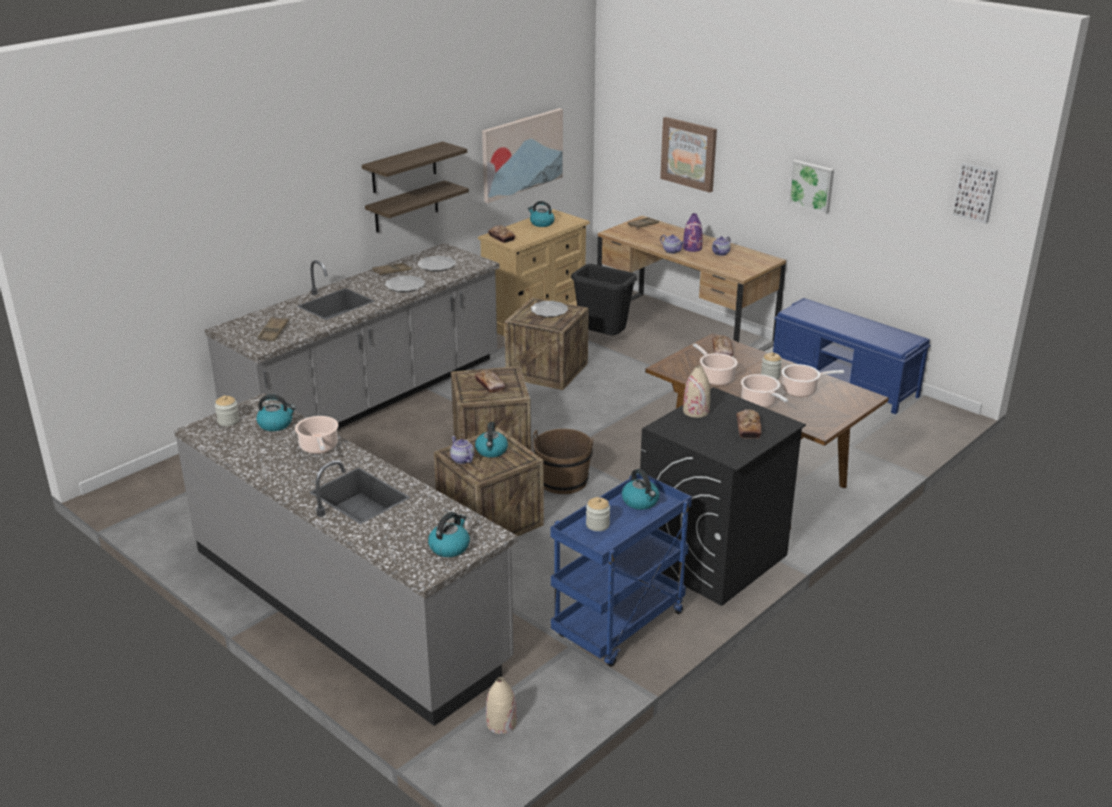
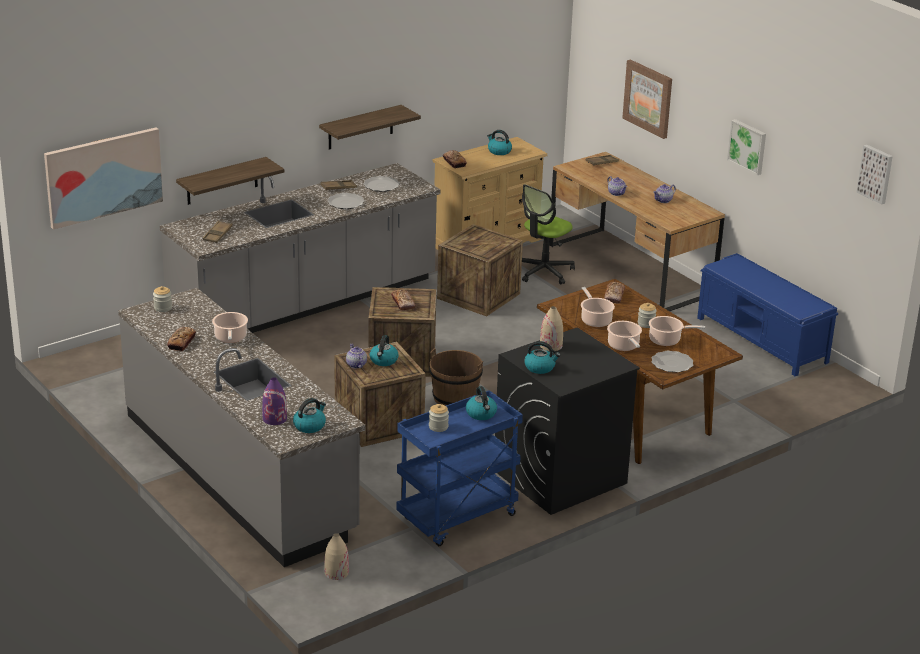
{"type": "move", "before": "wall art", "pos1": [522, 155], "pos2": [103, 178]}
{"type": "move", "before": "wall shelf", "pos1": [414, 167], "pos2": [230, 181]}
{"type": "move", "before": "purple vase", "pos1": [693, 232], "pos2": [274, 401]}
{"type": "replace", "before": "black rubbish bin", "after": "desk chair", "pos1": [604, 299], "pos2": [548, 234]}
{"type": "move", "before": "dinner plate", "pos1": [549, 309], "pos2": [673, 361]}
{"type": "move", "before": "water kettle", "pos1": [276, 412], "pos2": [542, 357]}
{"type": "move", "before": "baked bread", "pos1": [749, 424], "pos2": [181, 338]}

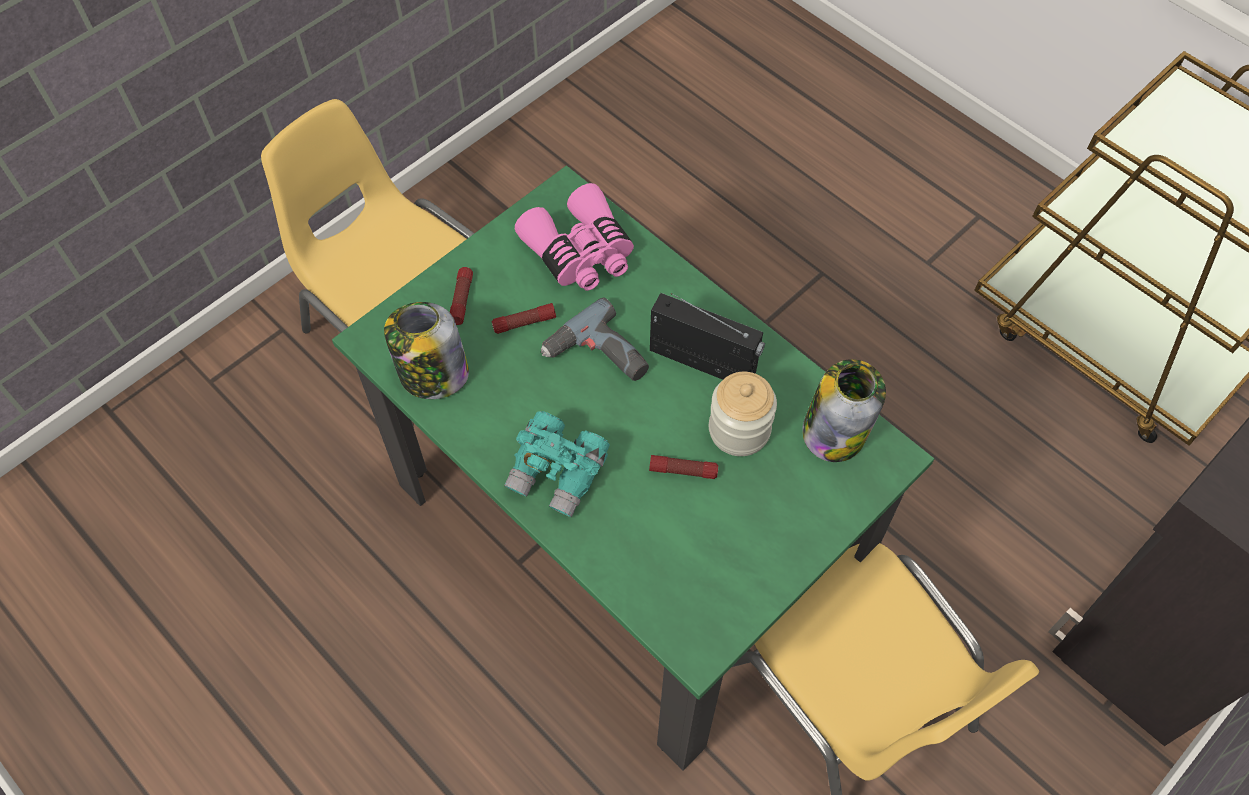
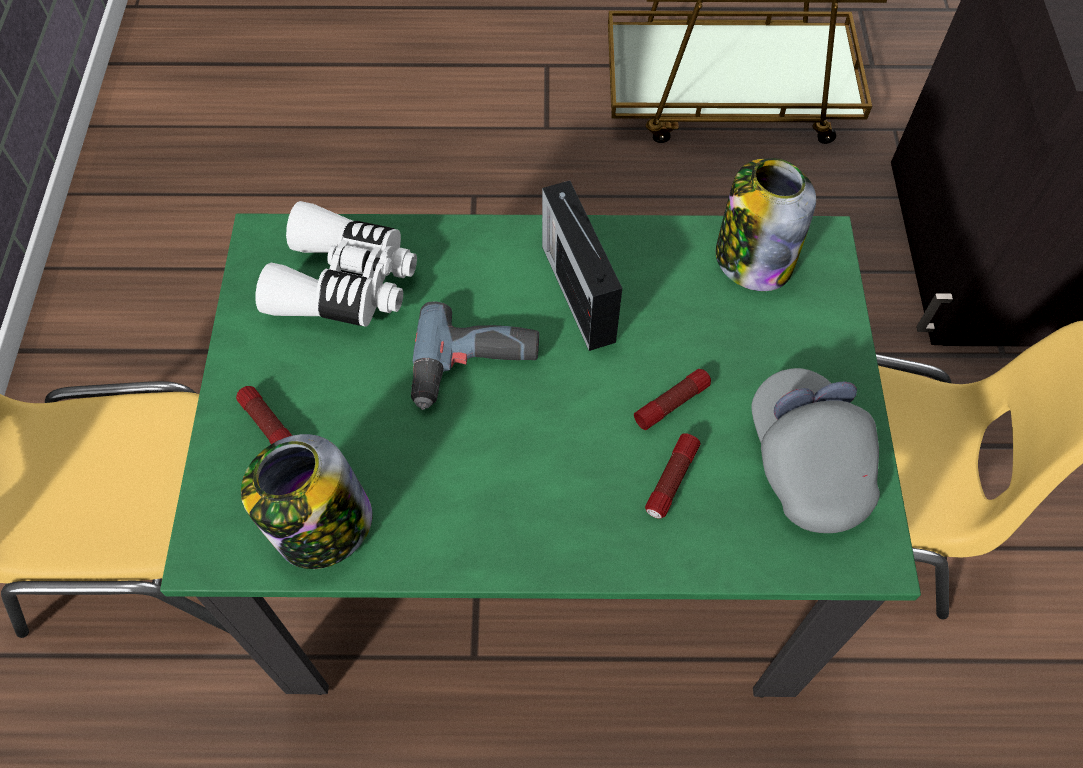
{"type": "recolor", "before": "pinkish binoculars", "after": "whitish binoculars", "pos1": [574, 237], "pos2": [336, 264]}
{"type": "rotate", "before": "radio set", "pos1": [707, 336], "pos2": [582, 266], "turn": -90}
{"type": "move", "before": "hand torch", "pos1": [524, 318], "pos2": [673, 476]}
{"type": "delete", "before": "jar", "pos1": [743, 414]}
{"type": "delete", "before": "blue-green binoculars", "pos1": [557, 464]}
{"type": "insert", "after": "gray cap", "pos2": [815, 450]}

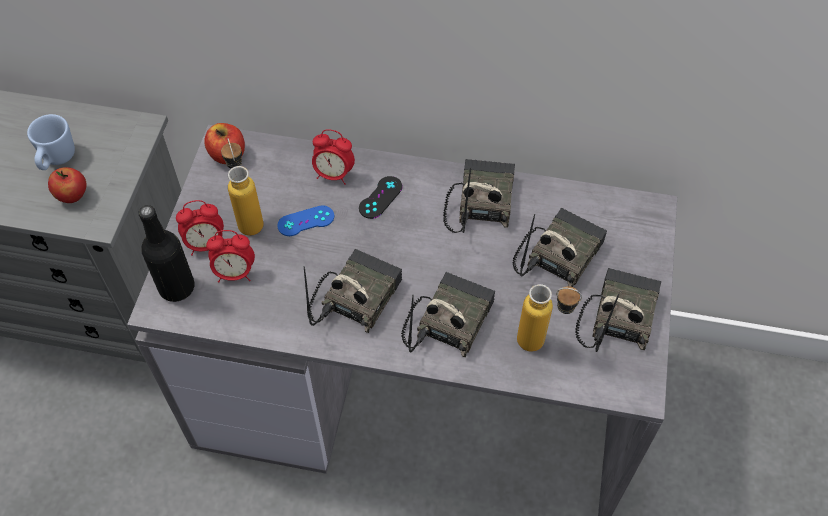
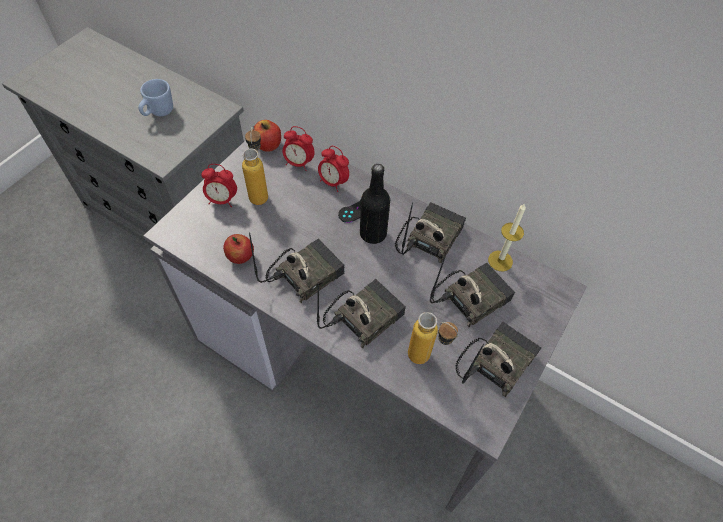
{"type": "move", "before": "apple fruit", "pos1": [67, 185], "pos2": [238, 249]}
{"type": "move", "before": "black drink bottle", "pos1": [167, 253], "pos2": [375, 204]}
{"type": "delete", "before": "bluish gamepad", "pos1": [305, 220]}
{"type": "move", "before": "alarm clock", "pos1": [230, 256], "pos2": [298, 148]}
{"type": "insert", "after": "candle", "pos2": [507, 237]}

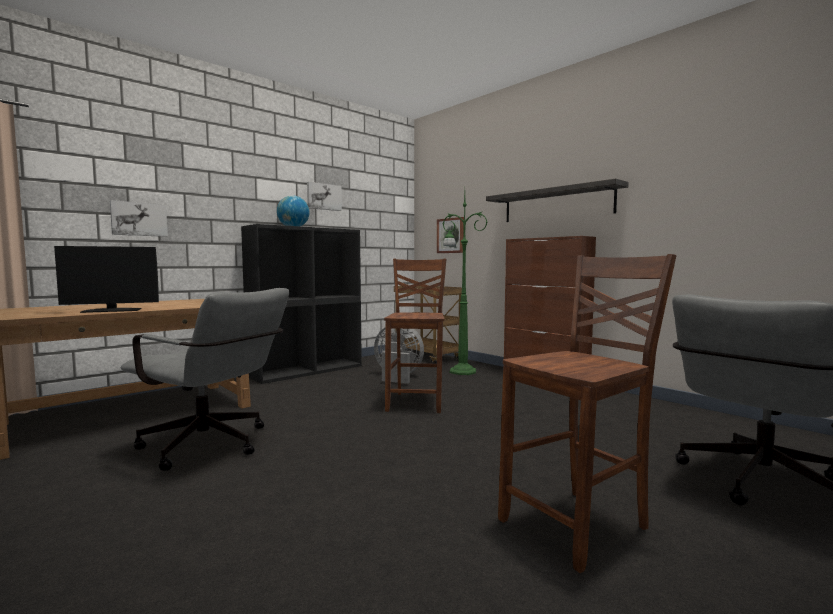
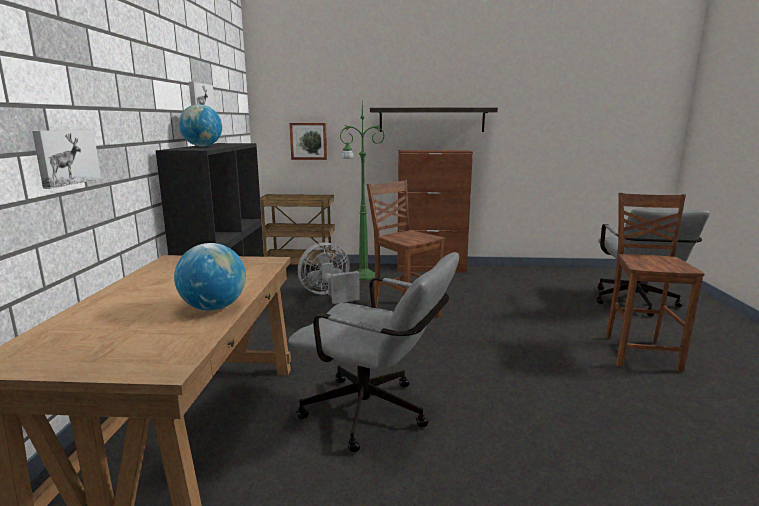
{"type": "replace", "before": "computer screen", "after": "world globe", "pos1": [106, 279], "pos2": [210, 277]}
{"type": "rotate", "before": "gray desk chair", "pos1": [204, 379], "pos2": [373, 352], "turn": 45}

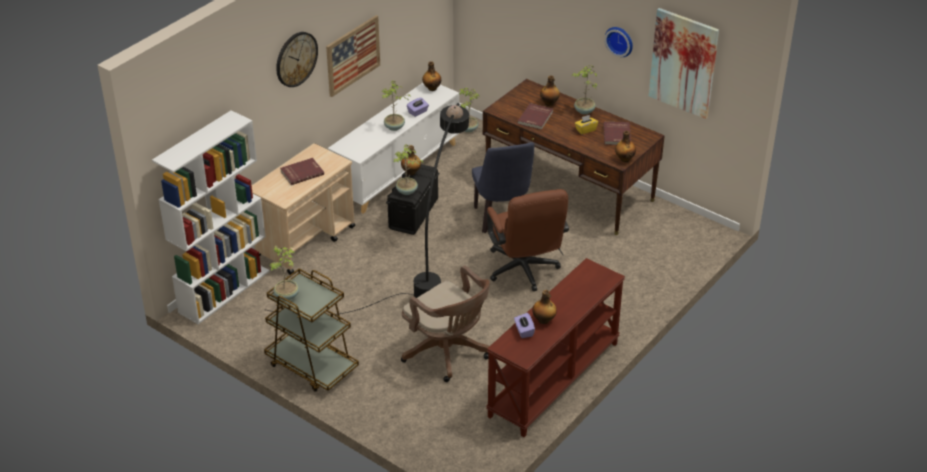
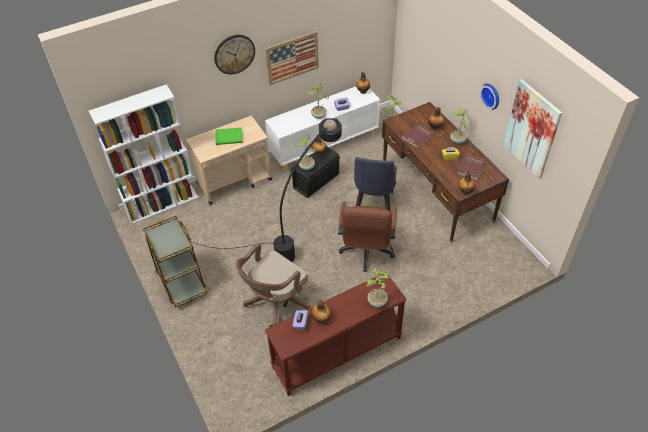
{"type": "recolor", "before": "red-coloured book", "after": "green-coloured book", "pos1": [302, 171], "pos2": [228, 136]}
{"type": "move", "before": "houseplant", "pos1": [284, 273], "pos2": [378, 287]}
{"type": "rotate", "before": "brown desk chair", "pos1": [445, 323], "pos2": [273, 285], "turn": 60}

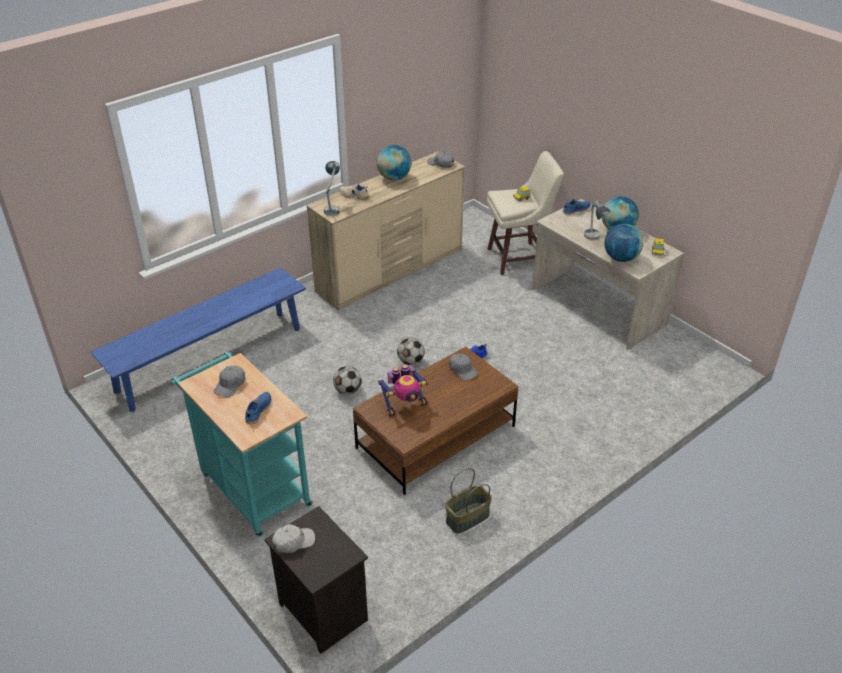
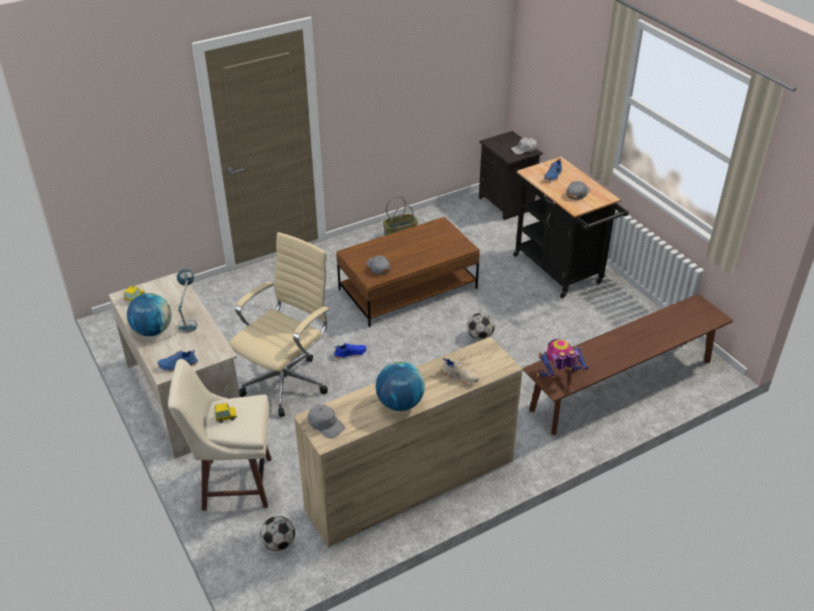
{"type": "delete", "before": "table lamp", "pos1": [332, 188]}
{"type": "delete", "before": "world globe", "pos1": [623, 243]}
{"type": "recolor", "before": "bluish bench", "after": "brown bench", "pos1": [198, 339], "pos2": [627, 364]}
{"type": "move", "before": "football ball", "pos1": [411, 351], "pos2": [277, 533]}
{"type": "recolor", "before": "blue-green trolley", "after": "black trolley", "pos1": [242, 444], "pos2": [571, 227]}
{"type": "move", "before": "robot figure", "pos1": [403, 390], "pos2": [562, 358]}
{"type": "insert", "after": "beige desk chair", "pos2": [279, 324]}

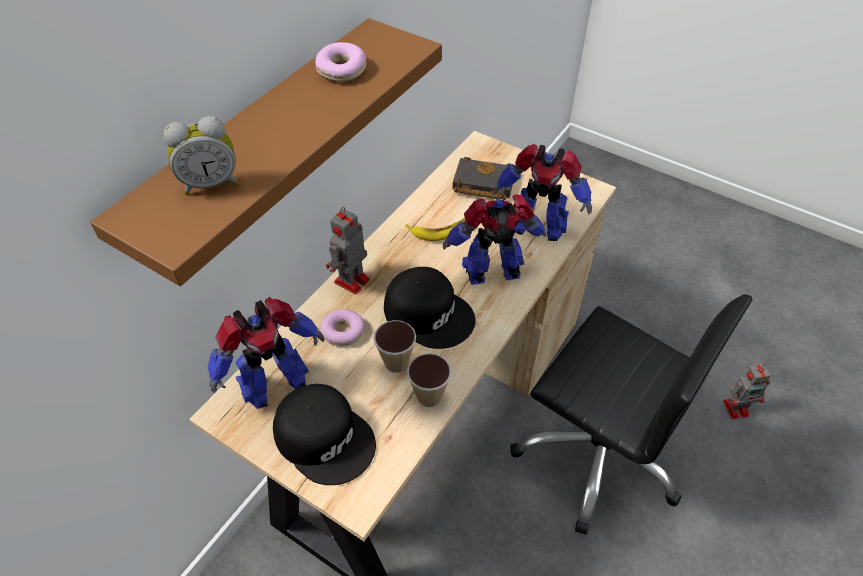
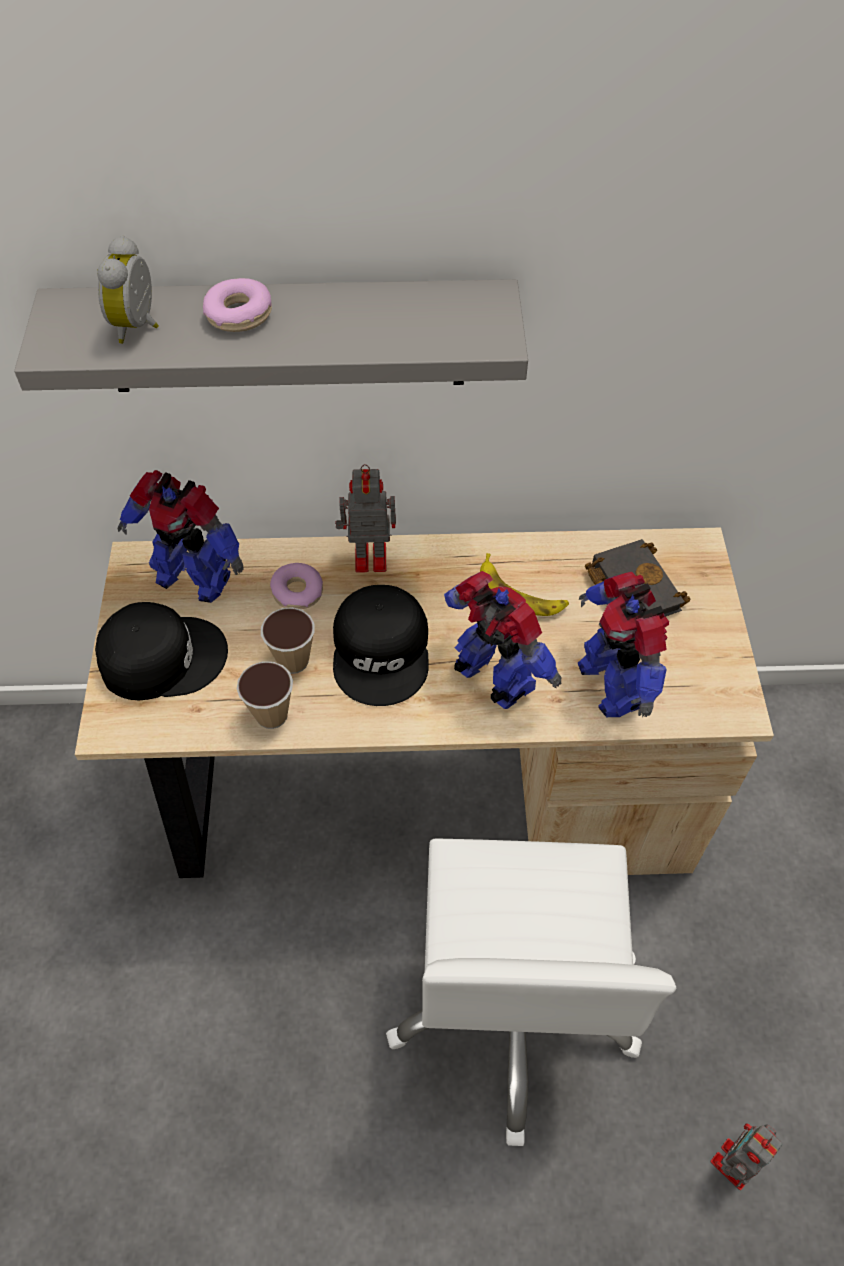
{"type": "recolor", "before": "brown wall shelf", "after": "gray wall shelf", "pos1": [266, 152], "pos2": [271, 335]}
{"type": "move", "before": "doughnut", "pos1": [340, 62], "pos2": [237, 305]}
{"type": "rotate", "before": "alarm clock", "pos1": [200, 155], "pos2": [128, 289], "turn": 60}
{"type": "recolor", "before": "black desk chair", "after": "whitish desk chair", "pos1": [631, 414], "pos2": [531, 992]}
{"type": "rotate", "before": "robot figure", "pos1": [747, 391], "pos2": [746, 1156], "turn": 90}
{"type": "rotate", "before": "black cap", "pos1": [324, 434], "pos2": [161, 651], "turn": -105}

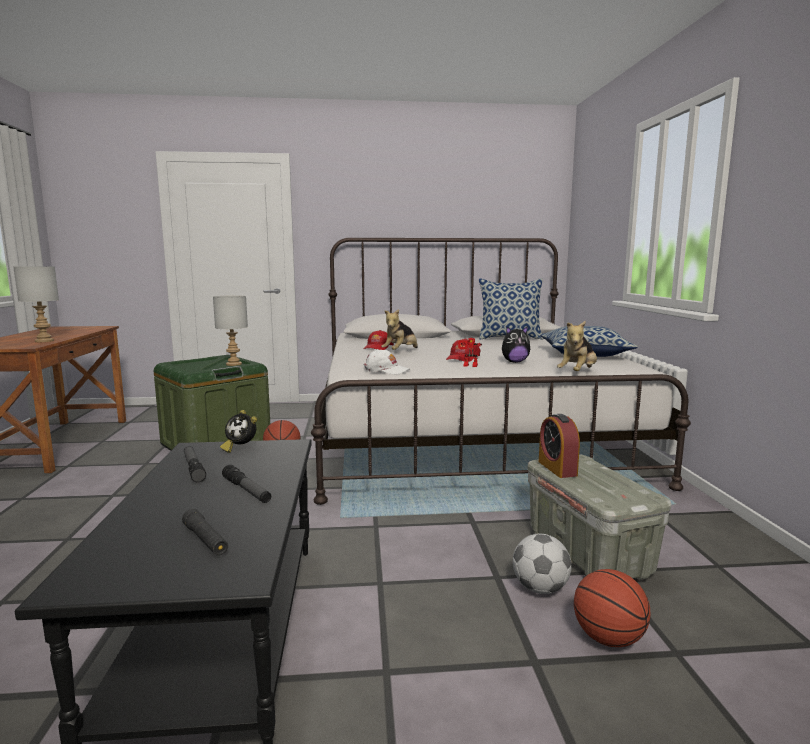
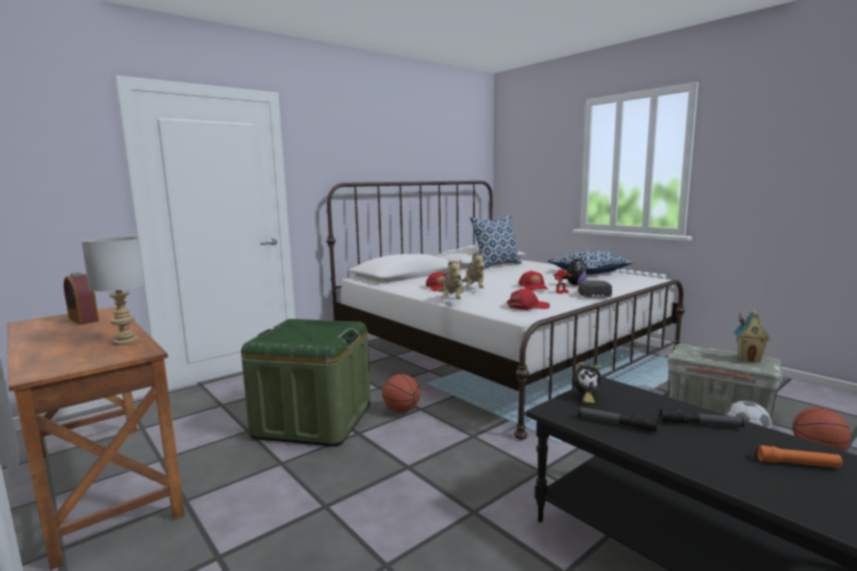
{"type": "delete", "before": "gray table lamp", "pos1": [230, 330]}
{"type": "move", "before": "plush toy", "pos1": [577, 346], "pos2": [451, 278]}
{"type": "recolor", "before": "whitish cap", "after": "red-coloured cap", "pos1": [386, 361], "pos2": [528, 299]}
{"type": "move", "before": "alarm clock", "pos1": [559, 446], "pos2": [81, 298]}
{"type": "recolor", "before": "black hand torch", "after": "orange-coloured hand torch", "pos1": [205, 532], "pos2": [800, 456]}
{"type": "insert", "after": "black cap", "pos2": [595, 289]}
{"type": "insert", "after": "model house", "pos2": [752, 336]}

